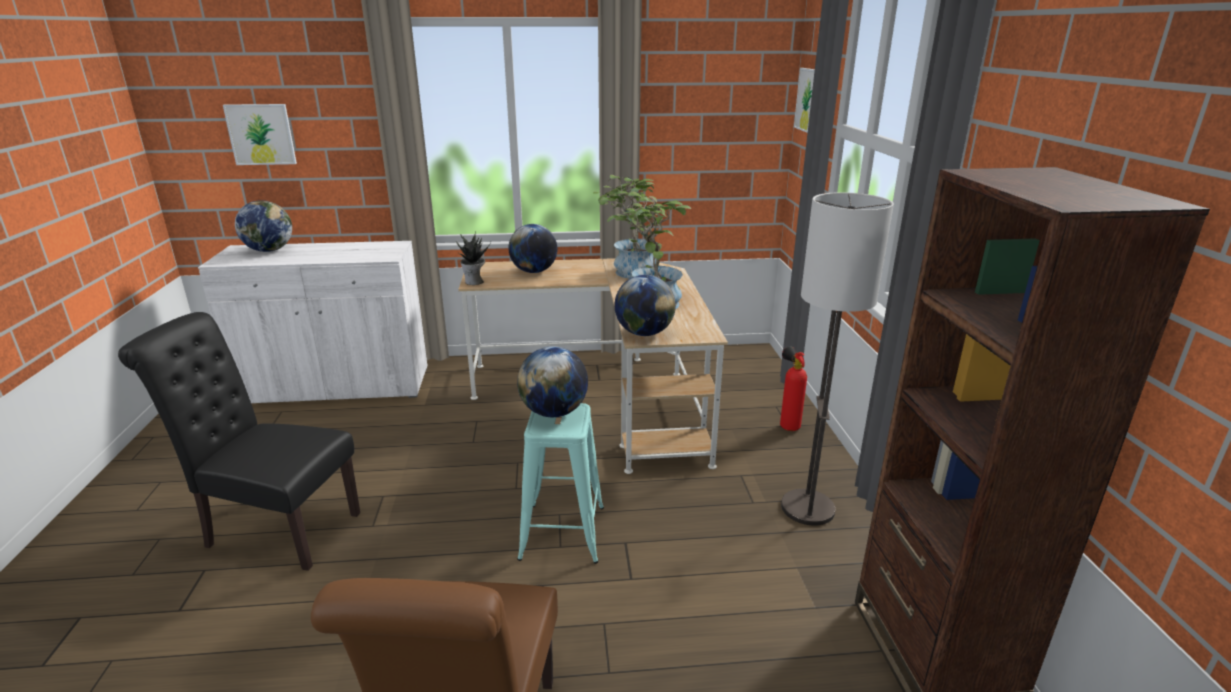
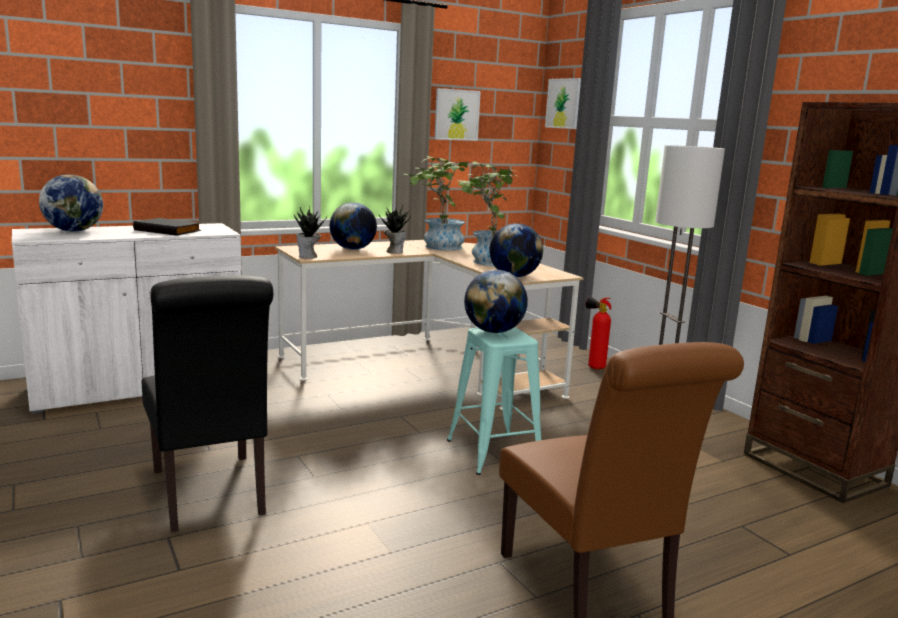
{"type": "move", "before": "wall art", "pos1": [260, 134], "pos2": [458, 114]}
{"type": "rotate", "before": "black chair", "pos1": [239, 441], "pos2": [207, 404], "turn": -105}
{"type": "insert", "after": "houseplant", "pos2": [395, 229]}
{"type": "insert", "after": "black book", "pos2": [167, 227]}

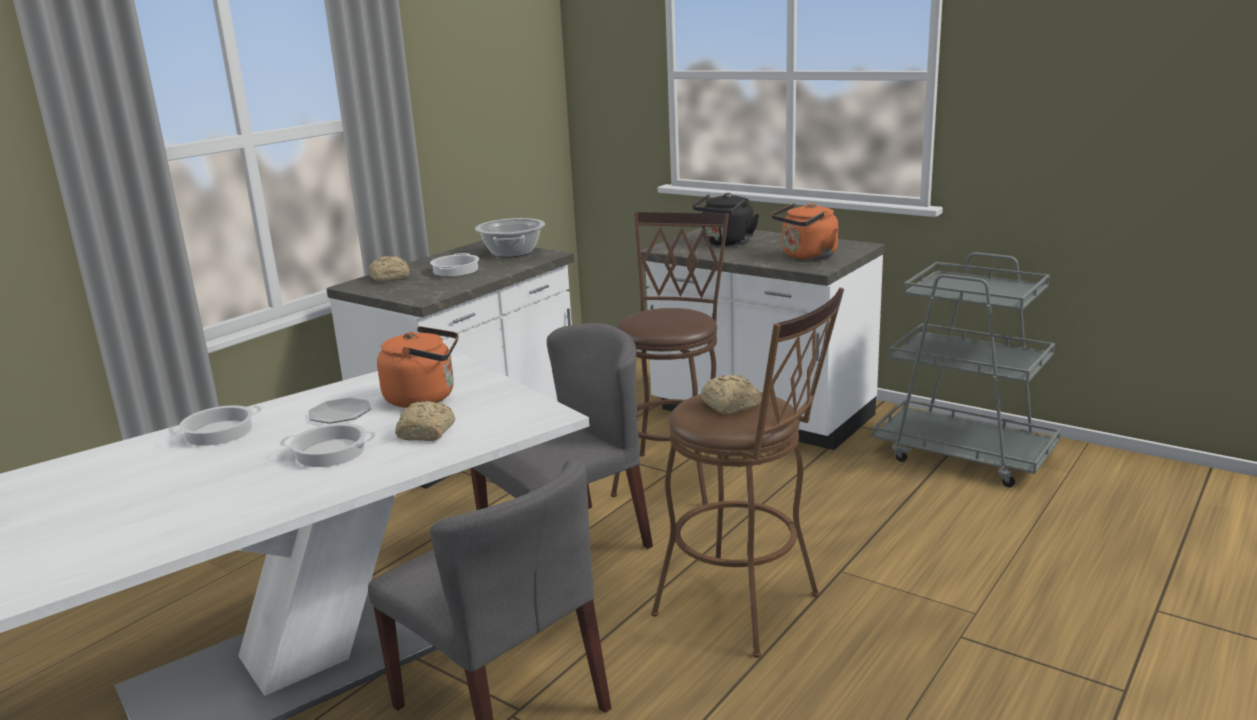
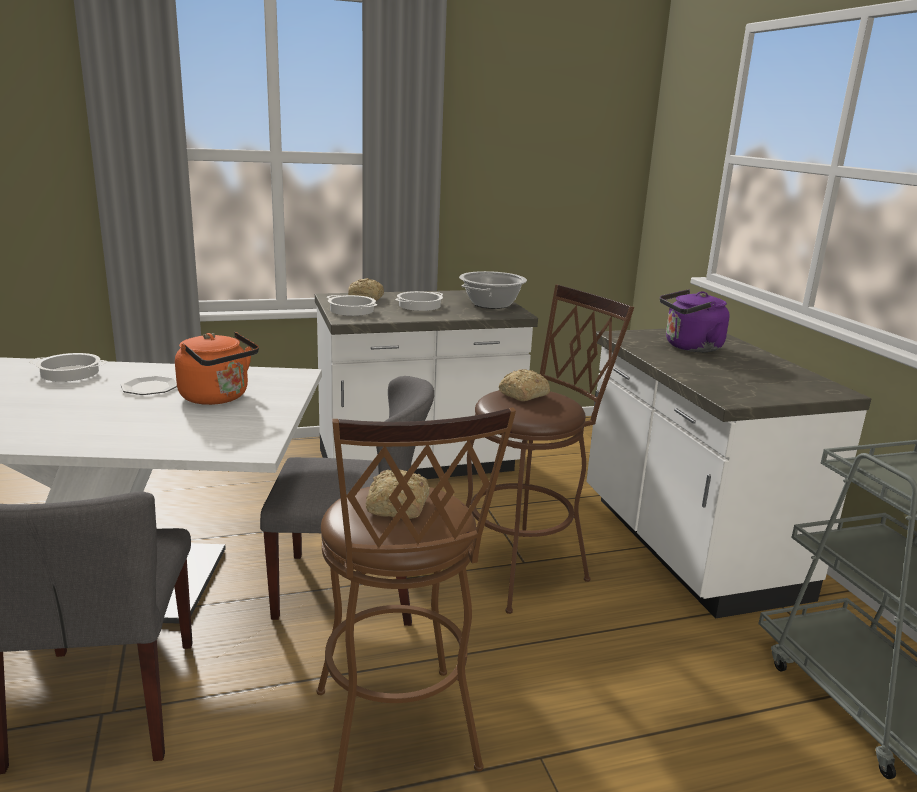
{"type": "recolor", "before": "black water kettle", "after": "purple water kettle", "pos1": [726, 219], "pos2": [695, 321]}
{"type": "delete", "before": "orange-coloured water kettle", "pos1": [805, 231]}
{"type": "move", "before": "baked bread", "pos1": [425, 421], "pos2": [524, 385]}
{"type": "move", "before": "saucepot", "pos1": [328, 445], "pos2": [352, 305]}

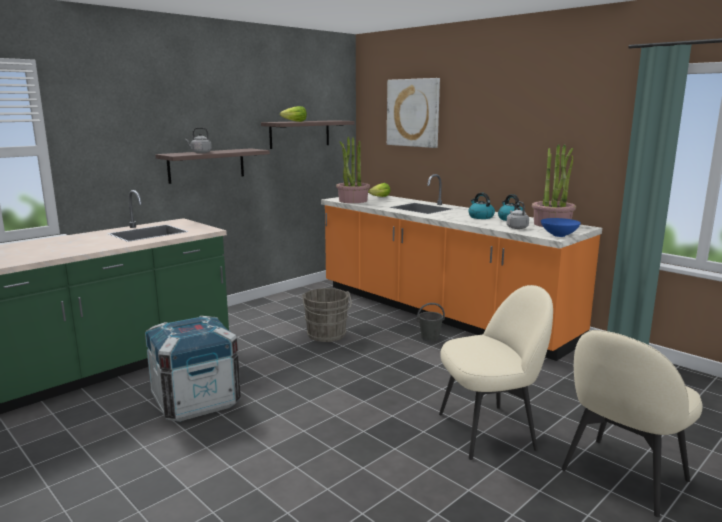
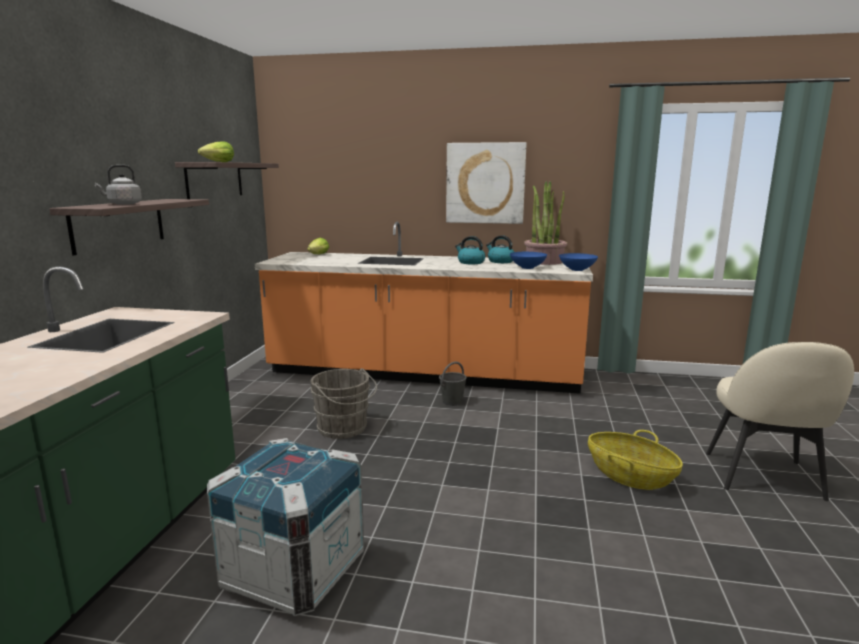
{"type": "move", "before": "wall art", "pos1": [413, 113], "pos2": [486, 183]}
{"type": "delete", "before": "houseplant", "pos1": [353, 170]}
{"type": "replace", "before": "gray water kettle", "after": "bluish bowl", "pos1": [517, 215], "pos2": [528, 260]}
{"type": "replace", "before": "beige chair", "after": "storage basket", "pos1": [496, 372], "pos2": [635, 460]}

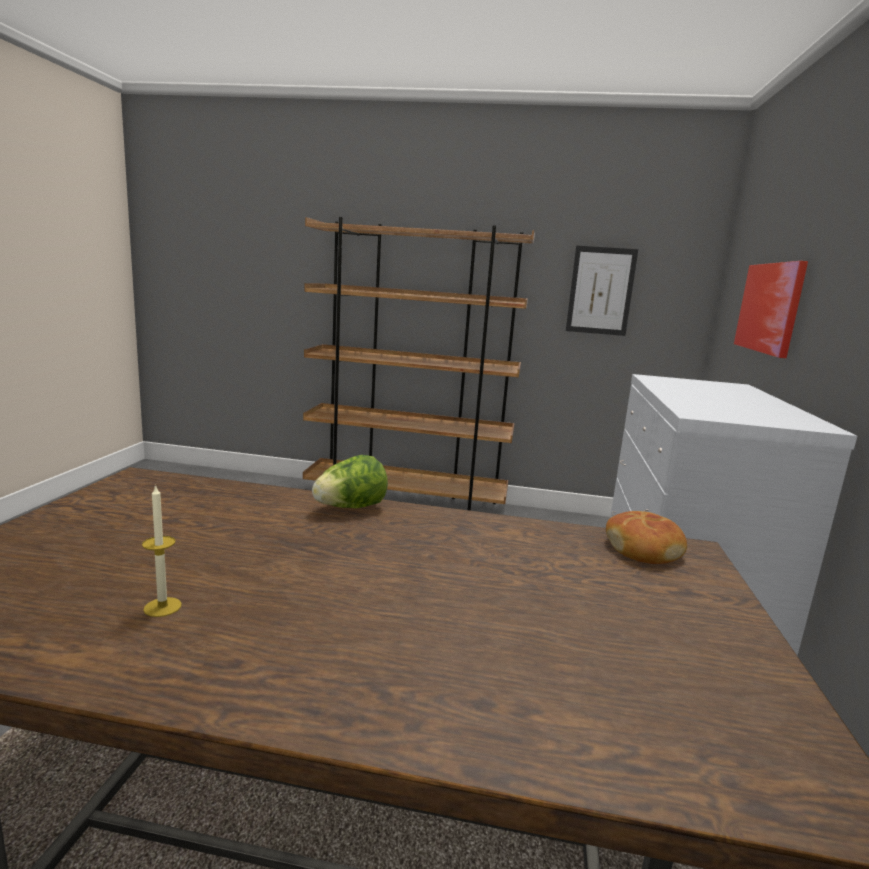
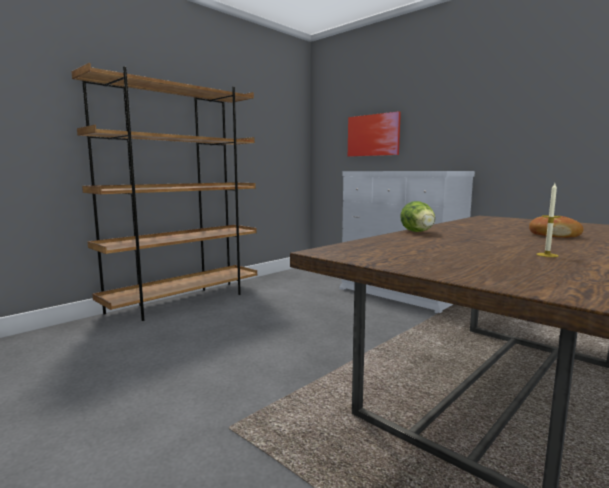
{"type": "delete", "before": "wall art", "pos1": [602, 291]}
{"type": "move", "before": "baked bread", "pos1": [646, 537], "pos2": [556, 227]}

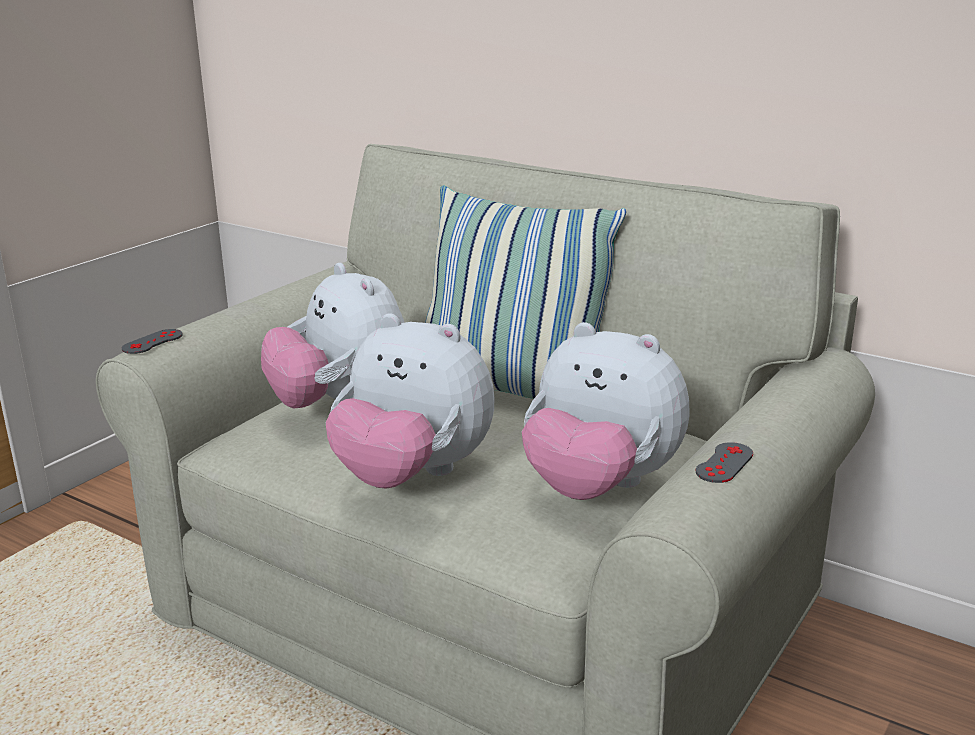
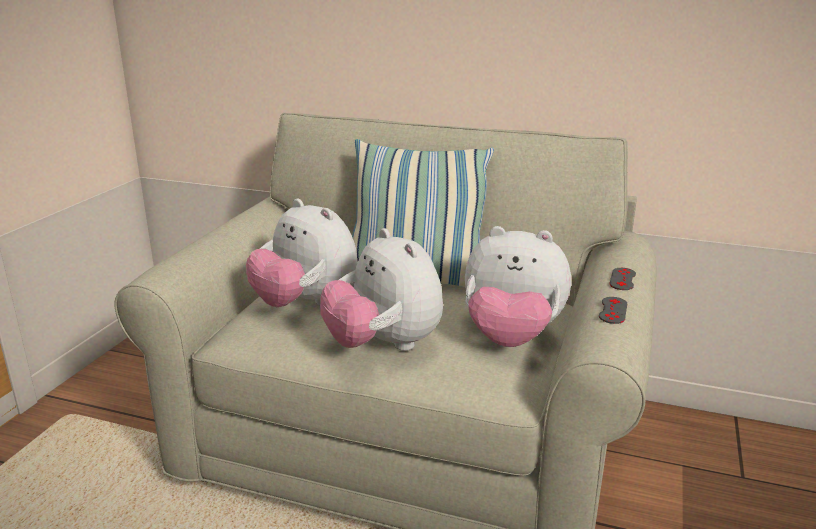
{"type": "rotate", "before": "plush toy", "pos1": [410, 401], "pos2": [381, 289], "turn": 45}
{"type": "move", "before": "gray gamepad", "pos1": [152, 341], "pos2": [622, 279]}

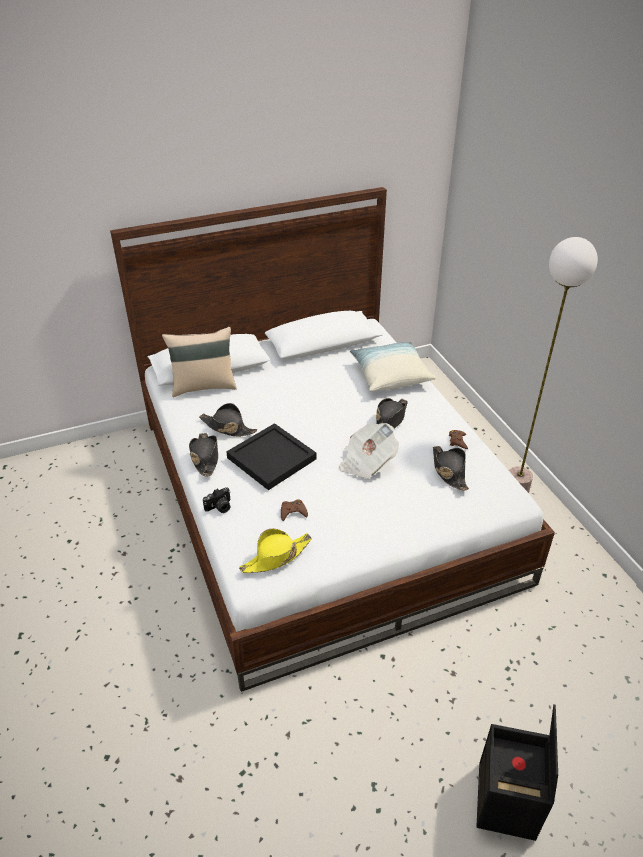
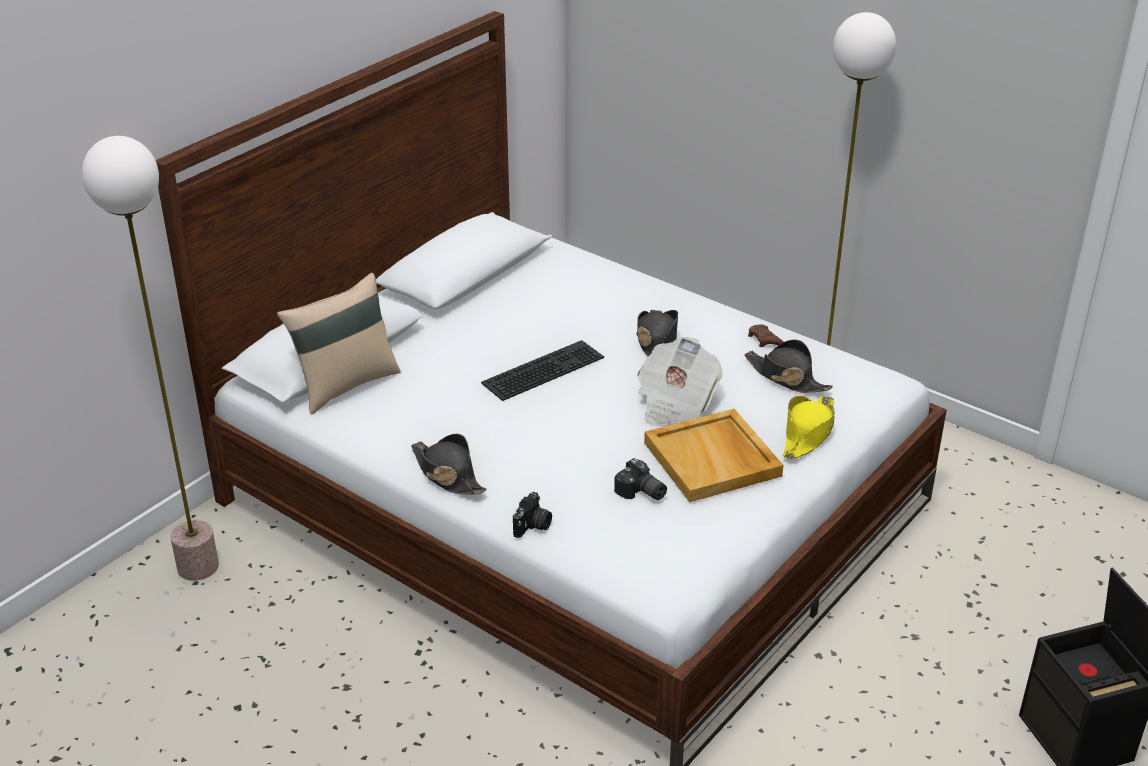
{"type": "delete", "before": "cushion", "pos1": [393, 366]}
{"type": "delete", "before": "black hat", "pos1": [228, 420]}
{"type": "delete", "before": "black serving tray", "pos1": [271, 456]}
{"type": "replace", "before": "brown gamepad", "after": "photo camera", "pos1": [294, 510], "pos2": [640, 479]}
{"type": "move", "before": "yellowish hat", "pos1": [275, 551], "pos2": [809, 427]}
{"type": "insert", "after": "floor lamp", "pos2": [150, 358]}
{"type": "insert", "after": "keyboard", "pos2": [542, 370]}
{"type": "insert", "after": "beige serving tray", "pos2": [713, 455]}

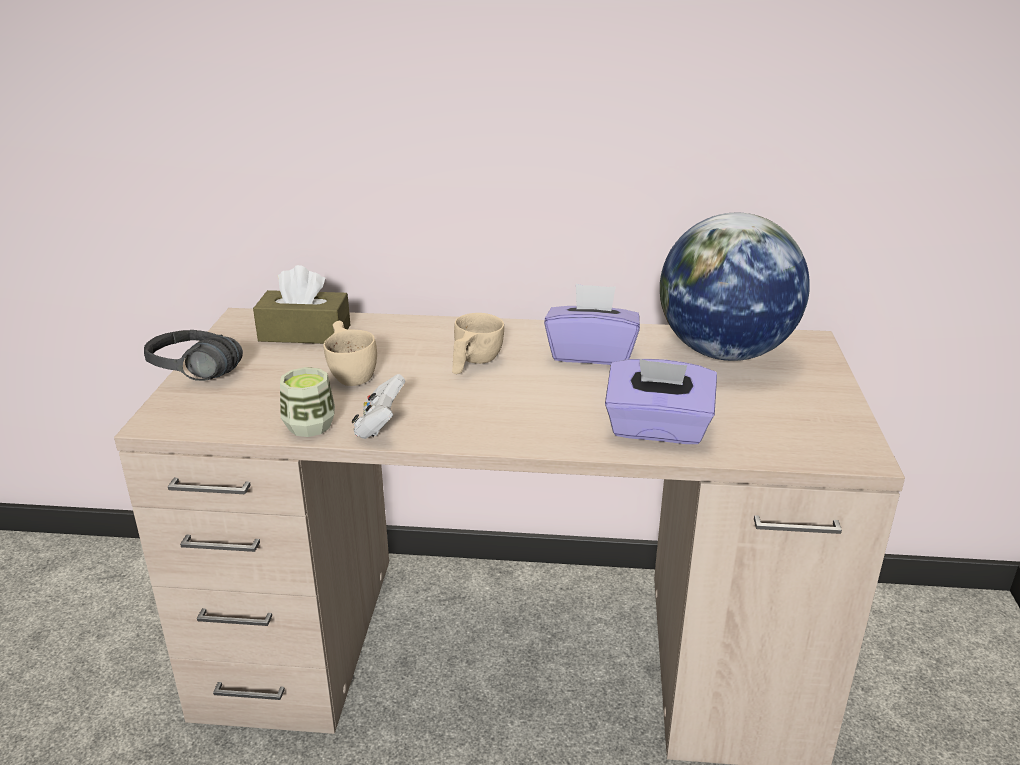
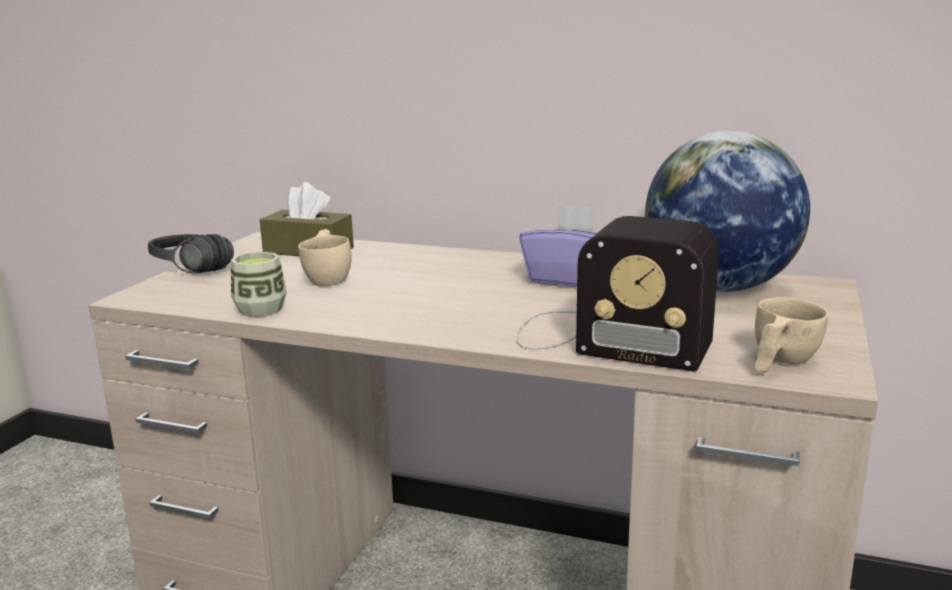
{"type": "move", "before": "beige drinking cup", "pos1": [478, 343], "pos2": [791, 335]}
{"type": "replace", "before": "purple box of tissues", "after": "radio set", "pos1": [661, 401], "pos2": [618, 294]}
{"type": "delete", "before": "whitish gamepad", "pos1": [378, 406]}

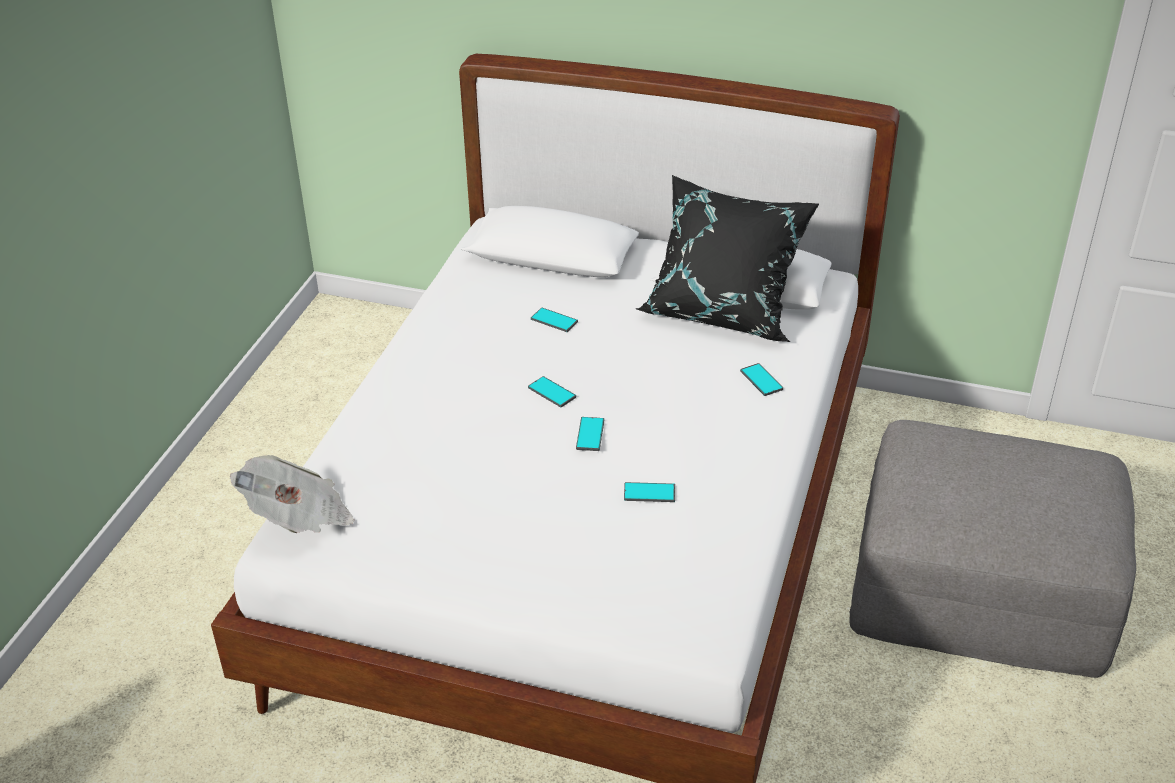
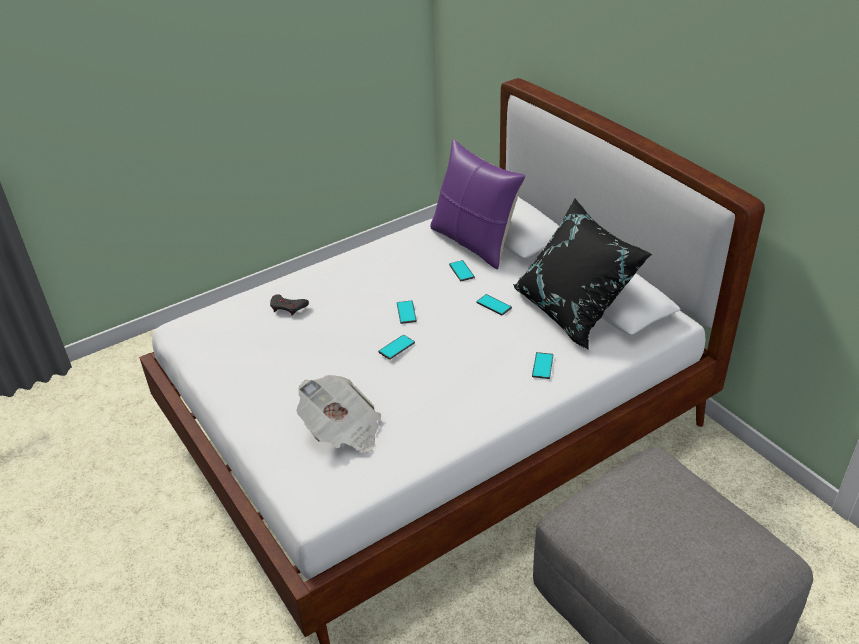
{"type": "move", "before": "printed paper", "pos1": [292, 494], "pos2": [338, 414]}
{"type": "move", "before": "handset", "pos1": [649, 492], "pos2": [494, 304]}
{"type": "insert", "after": "purple cushion", "pos2": [477, 204]}
{"type": "insert", "after": "gray gamepad", "pos2": [289, 304]}

